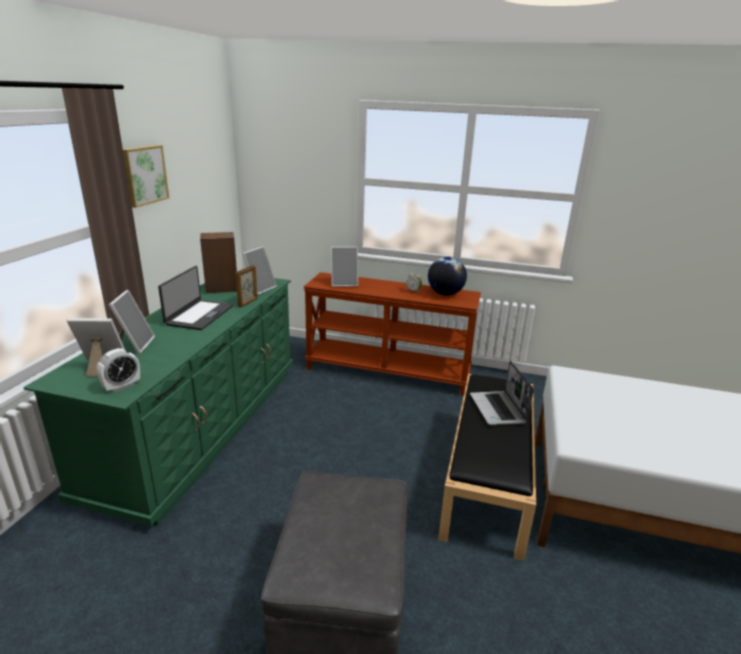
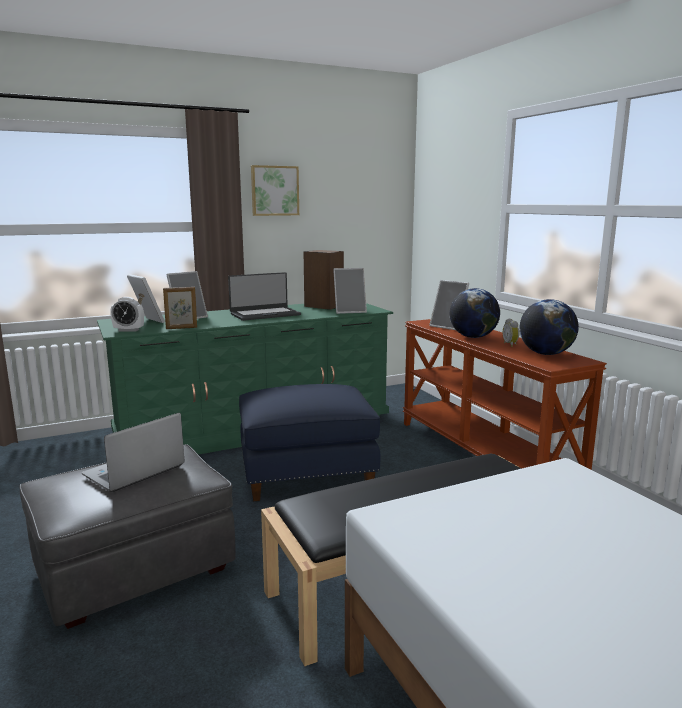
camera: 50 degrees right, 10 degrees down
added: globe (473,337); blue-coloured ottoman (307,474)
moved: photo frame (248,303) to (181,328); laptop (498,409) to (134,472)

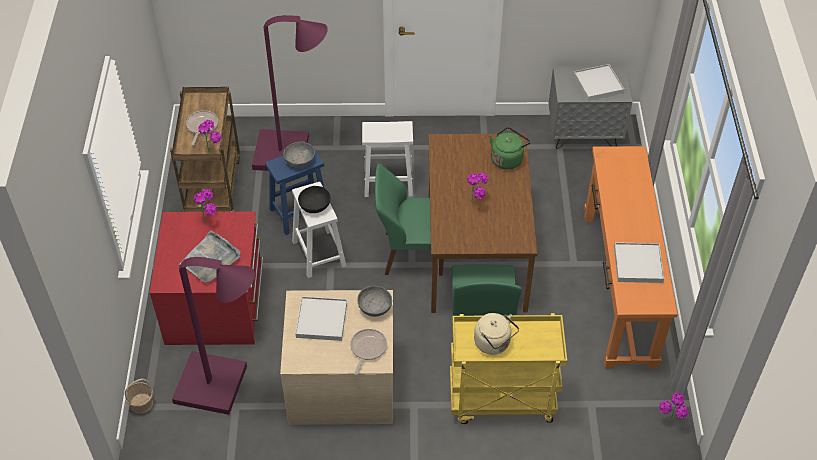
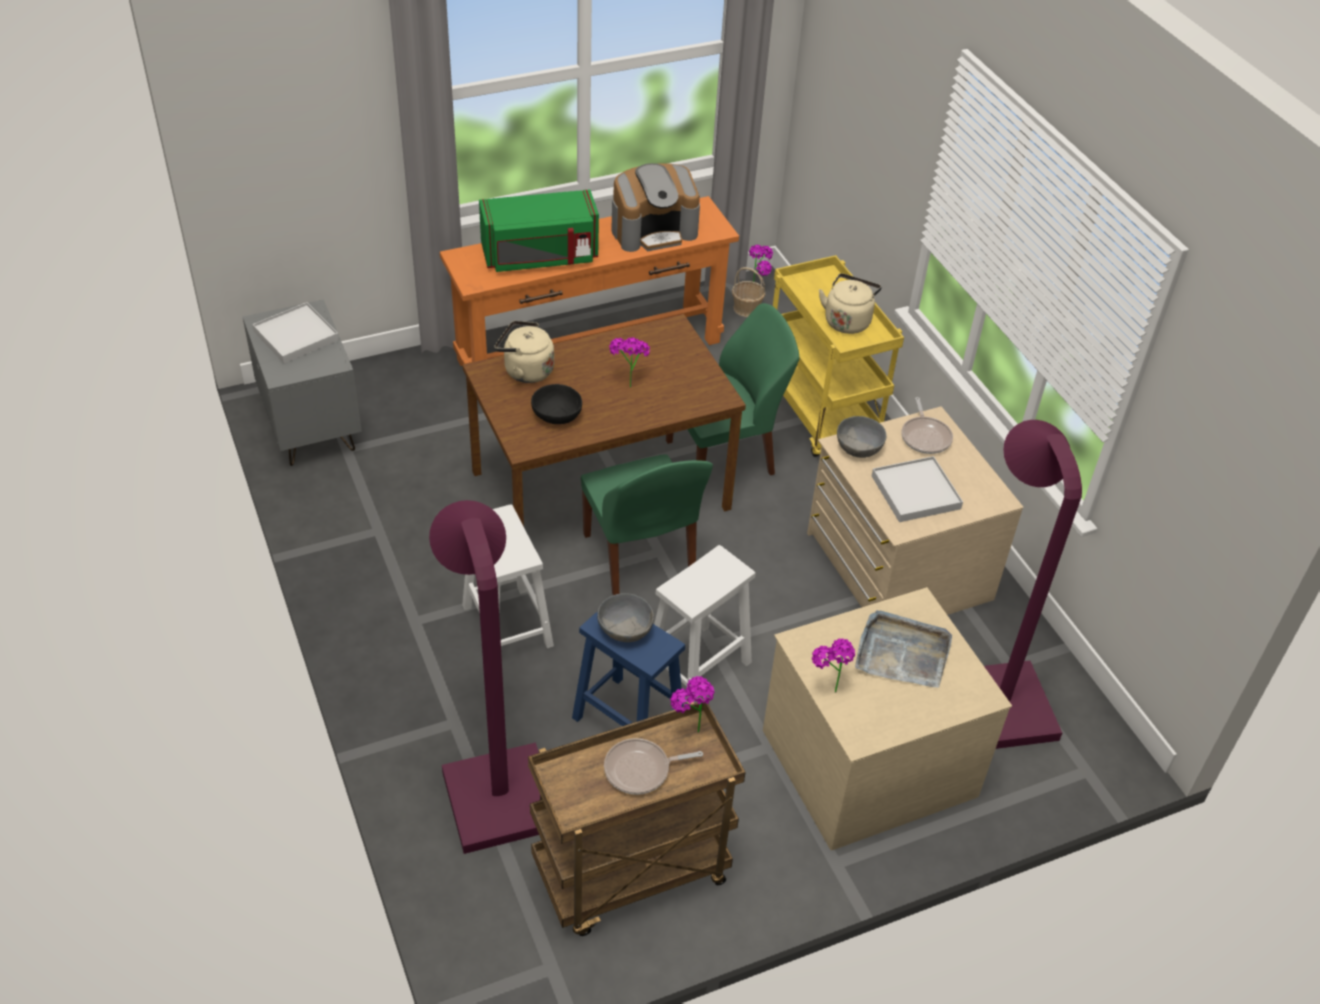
camera: 115 degrees left, 5 degrees down
added: green kitchen microwave (540,256)
moved: black bowl (315,206) to (557,415); household basket (141,403) to (746,308)
replaced: white-coloured serving tray (638,264) to coffee machine (653,230)
recoloured: green water kettle (507,159) to beige-coloured water kettle (525,370); reddish chest of drawers (216,304) to beige-coloured chest of drawers (867,760)
turned: frying pan (367,349) = (925,436) 90 degrees counterclockwise

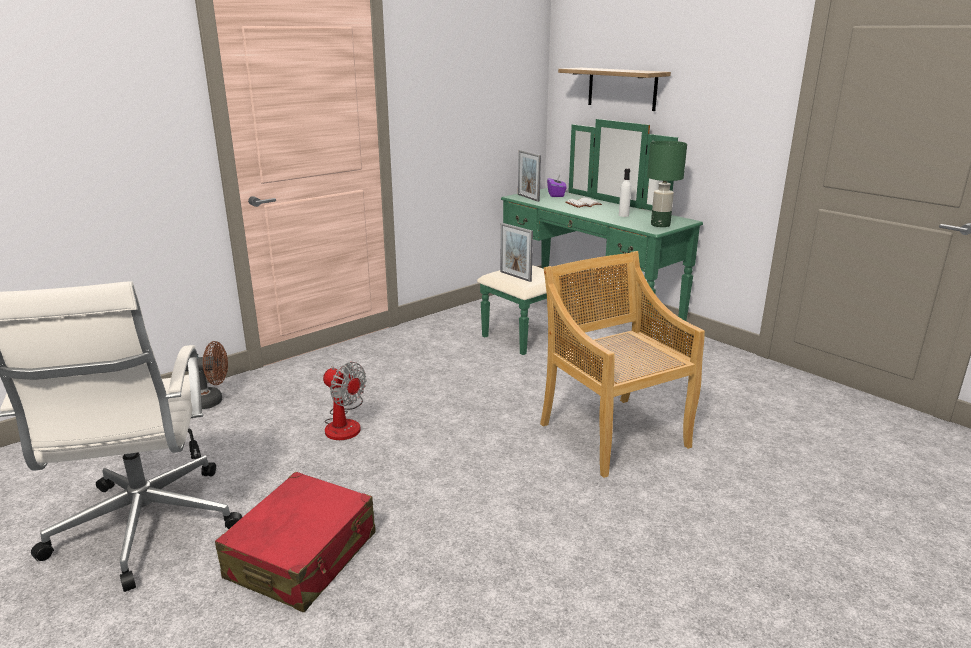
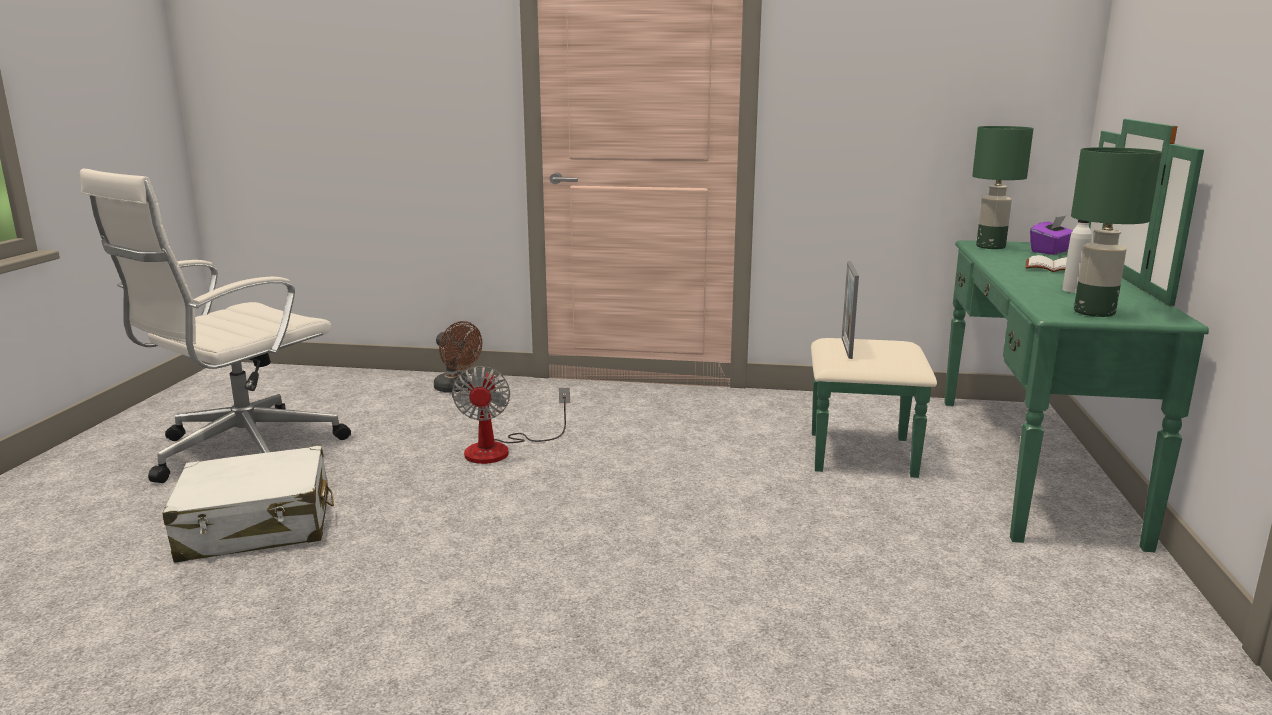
camera: 50 degrees right, 5 degrees down
removed: shelf (622,88); beige-coloured chair (612,434)
replaced: photo frame (528,198) to green lamp for a table (991,247)
recoloured: reddish piece of luggage (302,556) to white-coloured piece of luggage (257,526)

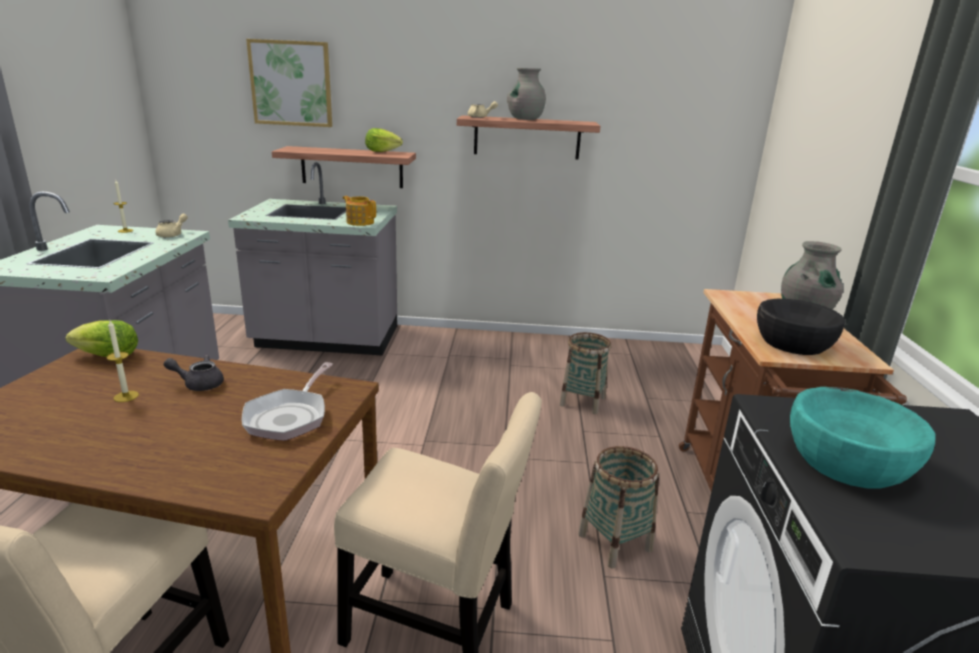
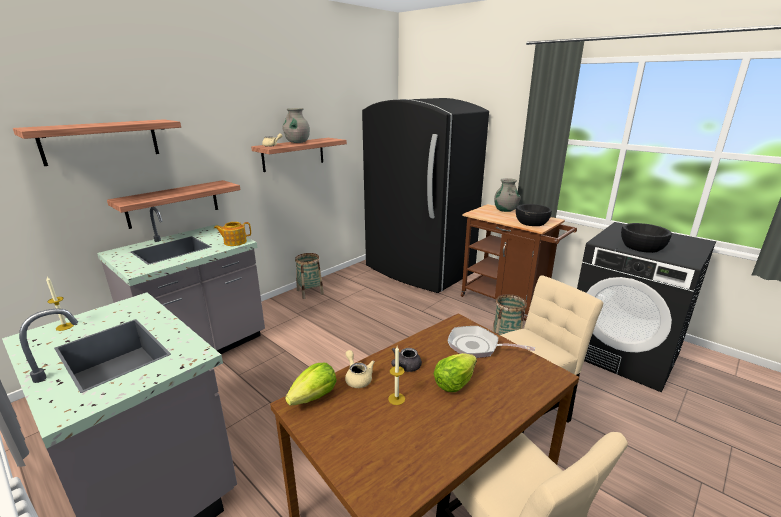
camera: 50 degrees left, 0 degrees up
added: black refrigerator (418,271)
moved: lettuce head (382,152) to (454,383); beige-coloured teapot (173,235) to (357,378); household basket (582,401) to (310,292)
replaced: wall art (291,83) to shelf (101,141)
recoloured: turquoise-coloured bowl (847,461) to black bowl (642,247)
turned: frying pan (289,416) = (477,347) 150 degrees clockwise

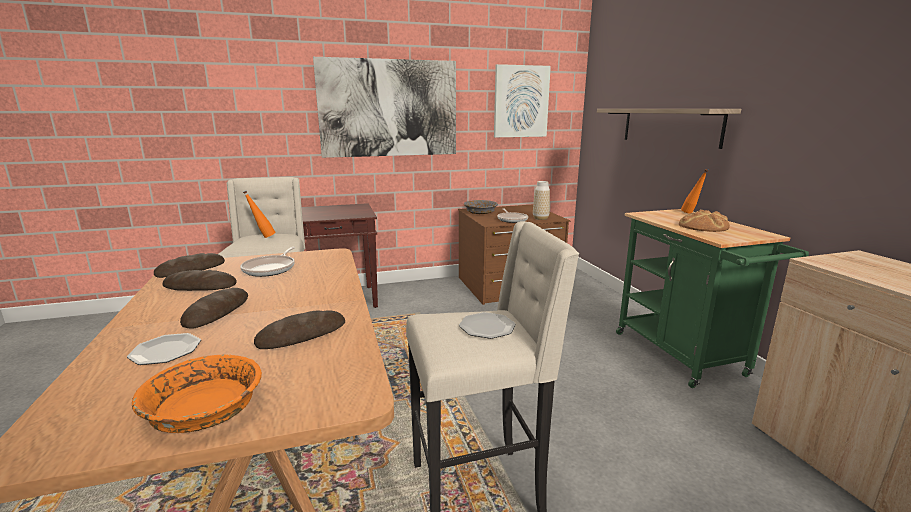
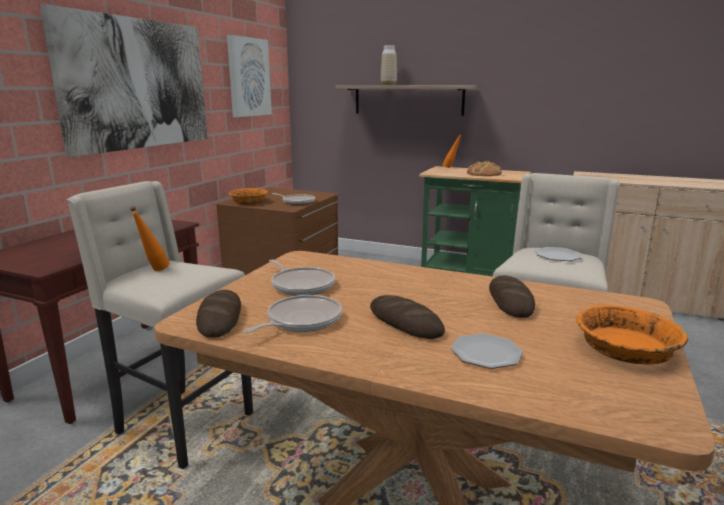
camera: 50 degrees left, 0 degrees up
moved: decorative vase (540,218) to (388,84)
replaced: bakery bread (200,286) to frying pan (301,320)
recoloured: greyish bowl (480,212) to orange bowl (249,202)

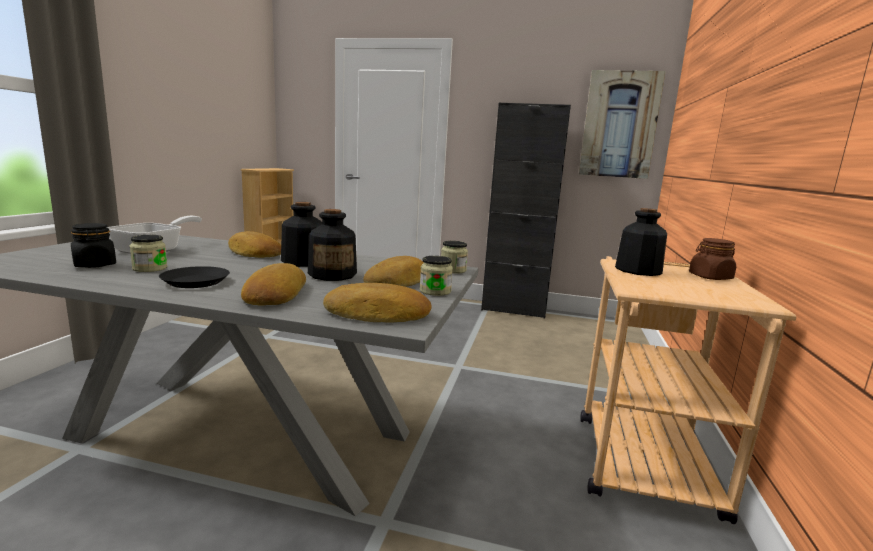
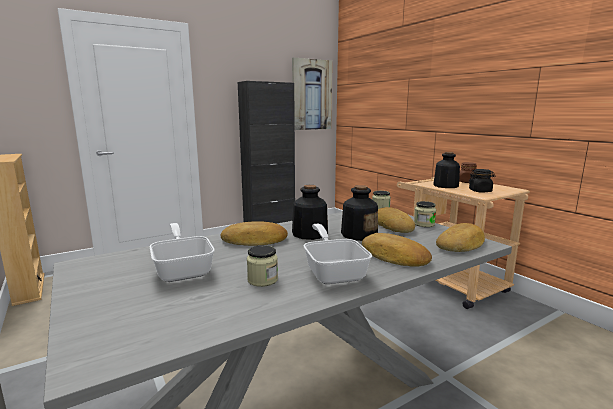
camera: 45 degrees left, 0 degrees up
moved: black storage jar (95,265) to (480,191)
replaced: black dinner plate (196,282) to frying pan (334,271)

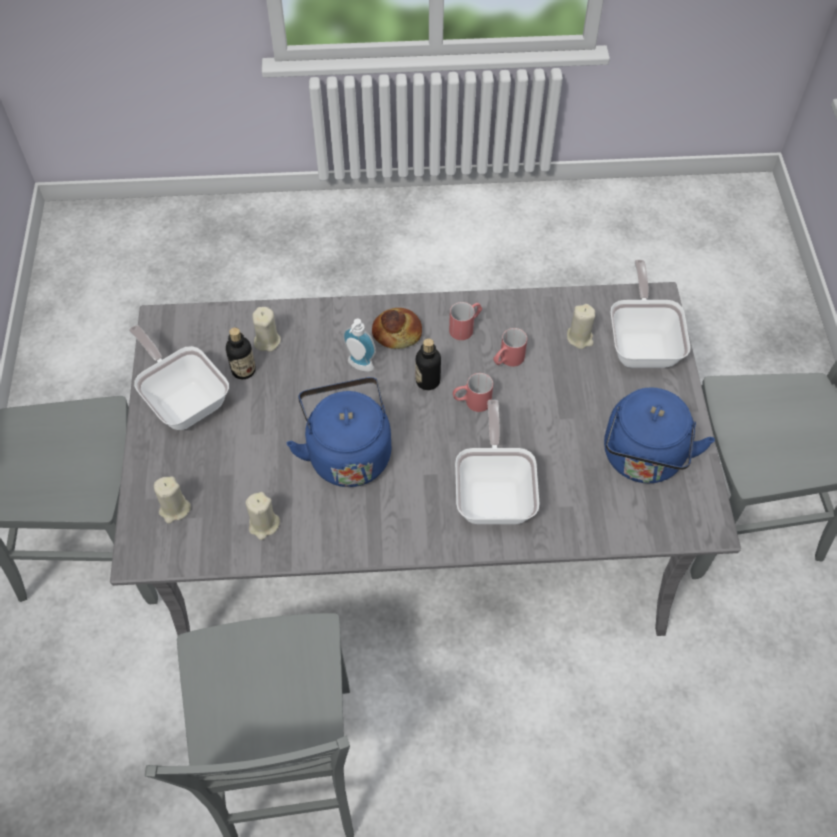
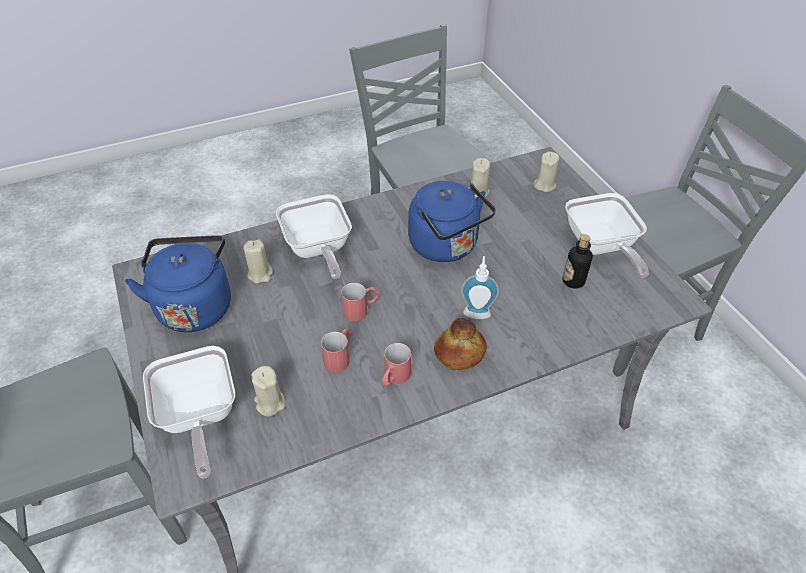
camera: 160 degrees right, 10 degrees down
removed: bottle (427,381)
moved: beige-coloured candle (267,341) to (260,274)
turned: frying pan (184,399) = (601,247) 45 degrees clockwise

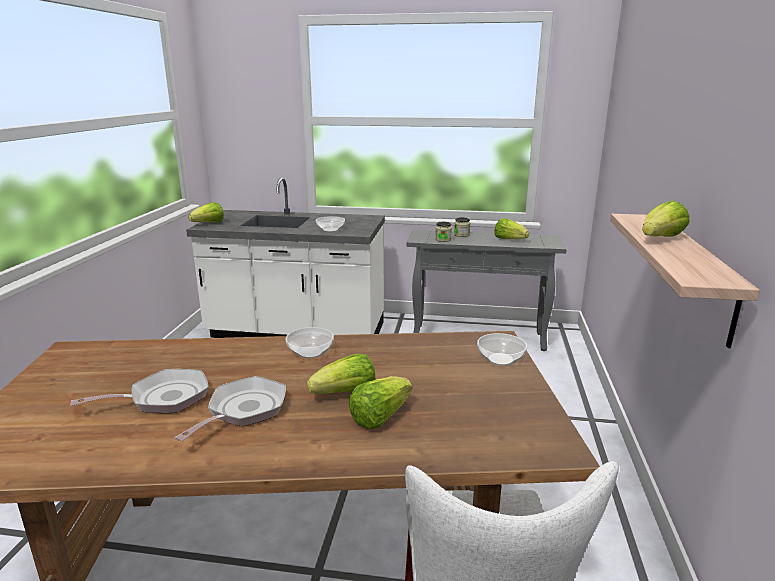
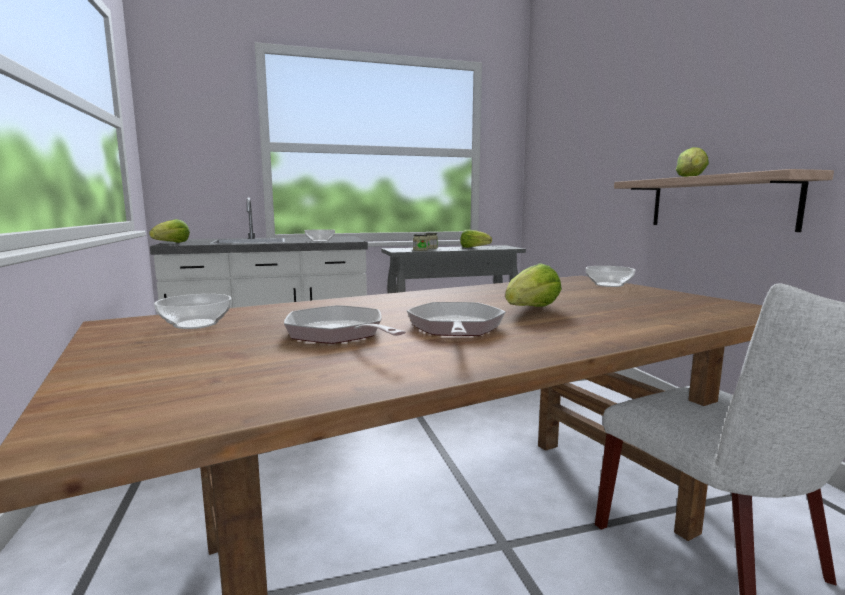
camera: 25 degrees left, 10 degrees down
removed: lettuce head (380,417)
moved: bowl (310,352) to (196,324)
turned: frying pan (163,398) = (339,334) 75 degrees counterclockwise

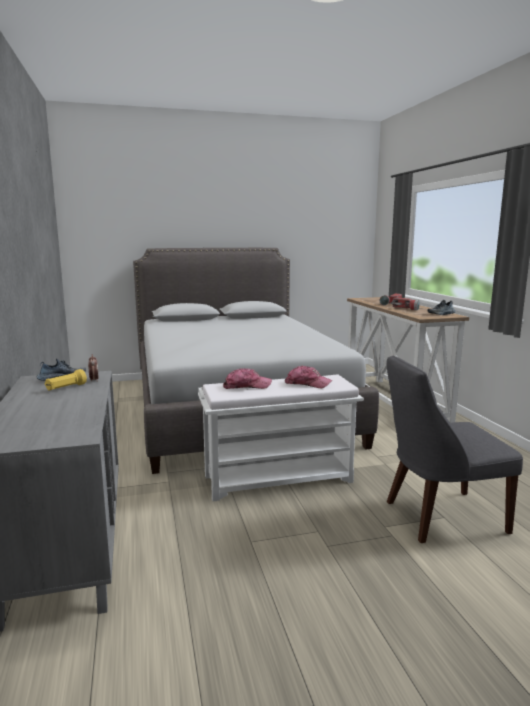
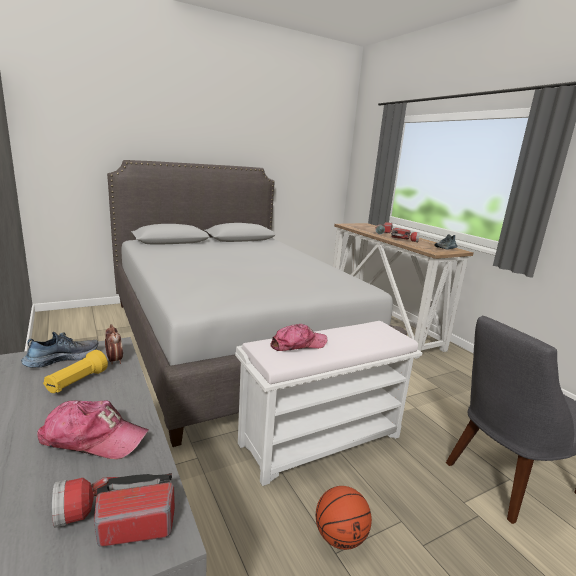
camera: 15 degrees left, 5 degrees up
added: hand torch (115,519); ball for basketball (340,537)
moved: cap (307,384) to (93,438)

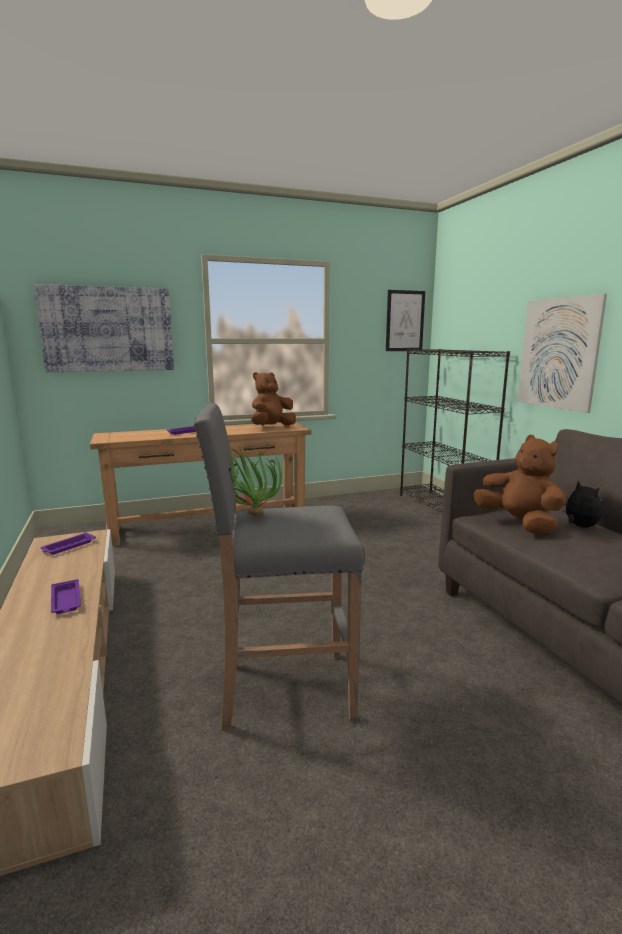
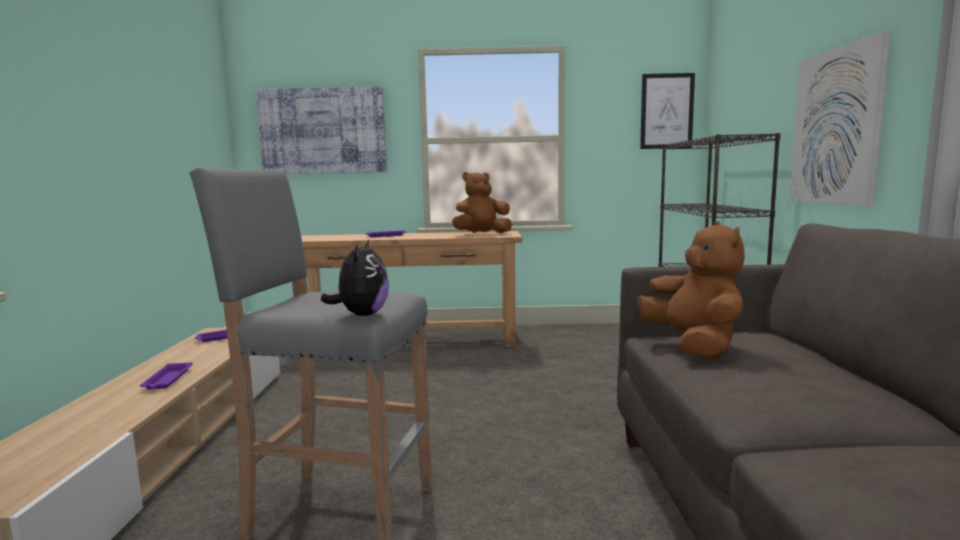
camera: 20 degrees right, 5 degrees down
removed: houseplant (248,516)
moved: plush toy (579,526) to (361,315)

